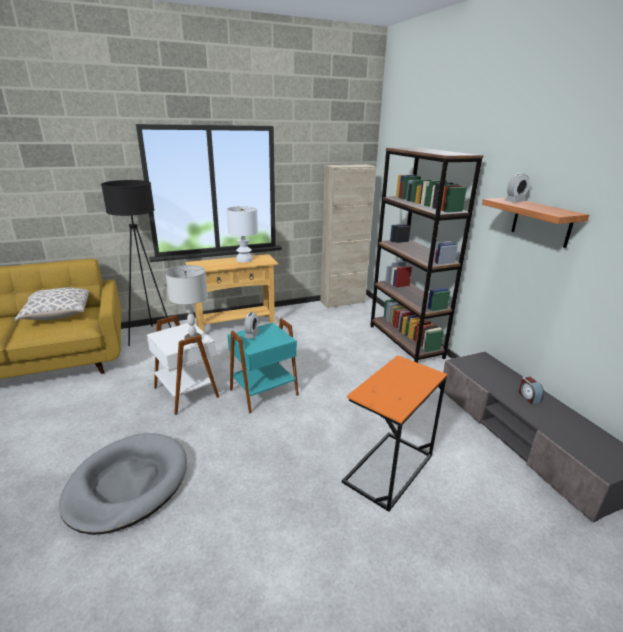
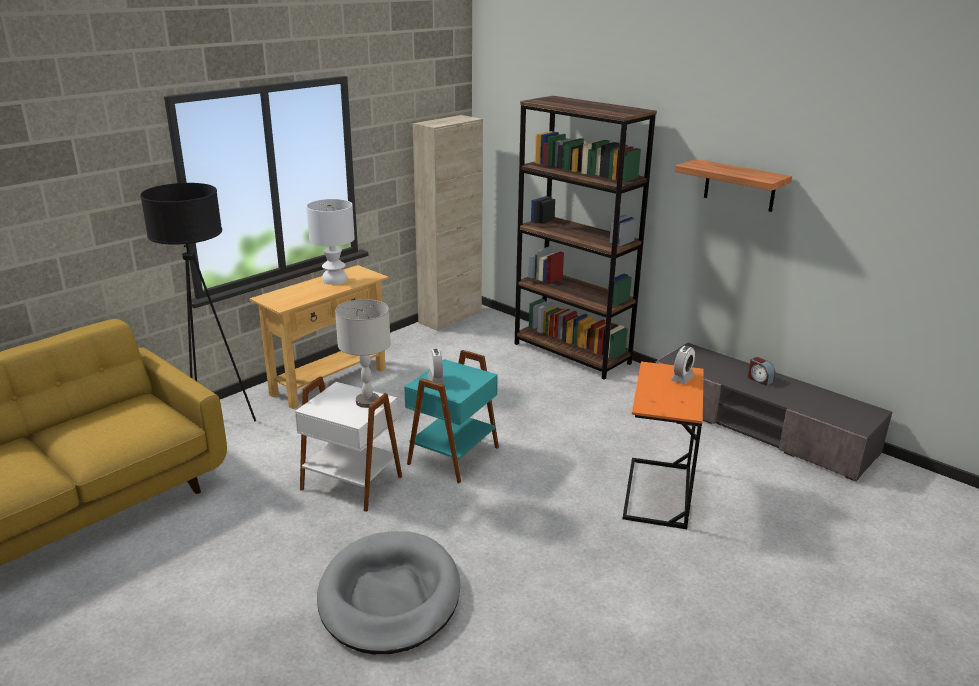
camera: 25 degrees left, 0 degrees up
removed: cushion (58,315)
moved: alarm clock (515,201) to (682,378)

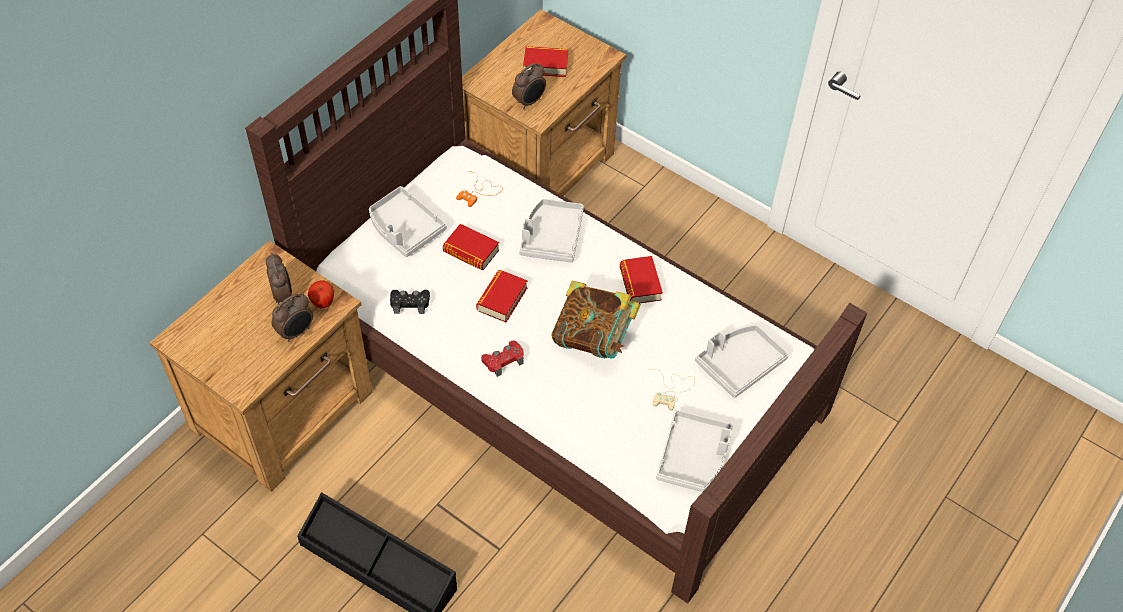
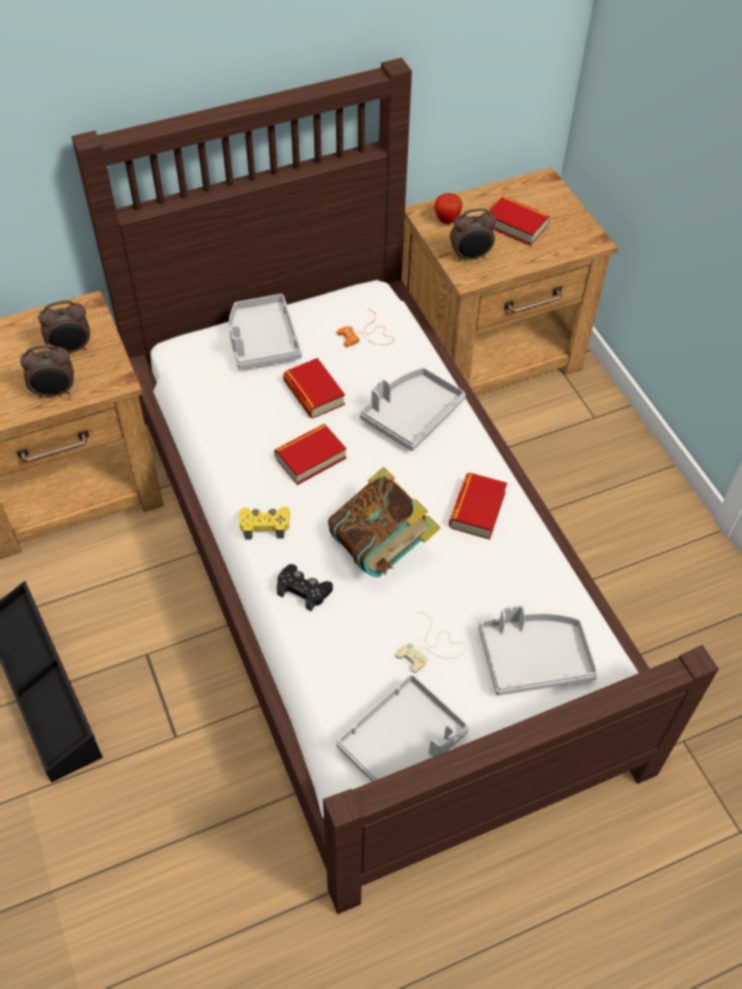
camera: 30 degrees right, 0 degrees up
moved: whole apple (323,303) to (447,221); black game controller (410,303) to (303,590)
recoloured: reddish game controller (503,360) to yellowish game controller (265,525)
turned: alarm clock (283,295) = (71,349) 60 degrees clockwise

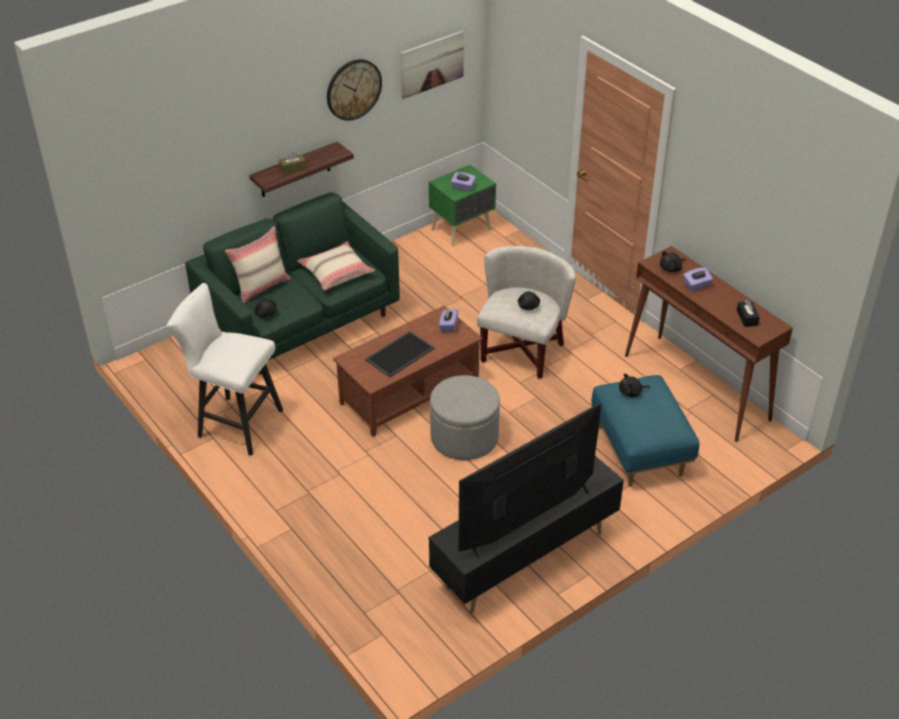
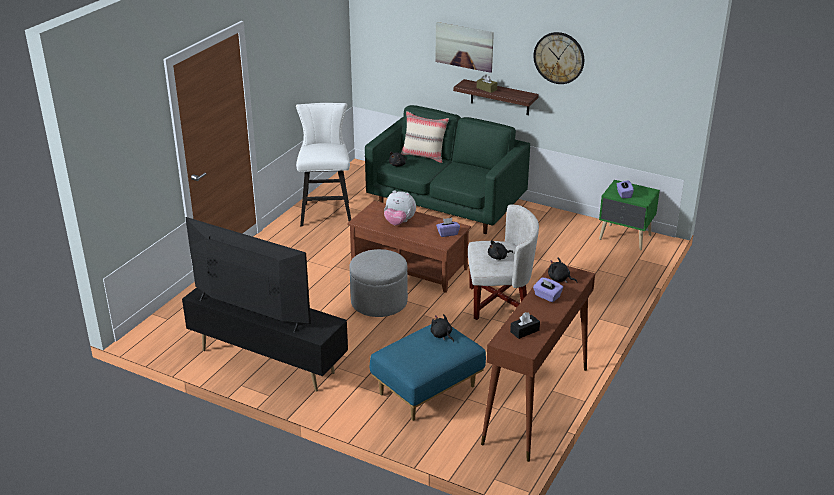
camera: 65 degrees right, 10 degrees down
removed: beige-coloured cushion (336,272)
moved: wall art (432,64) to (464,46)
replaced: serving tray (399,353) to plush toy (399,222)

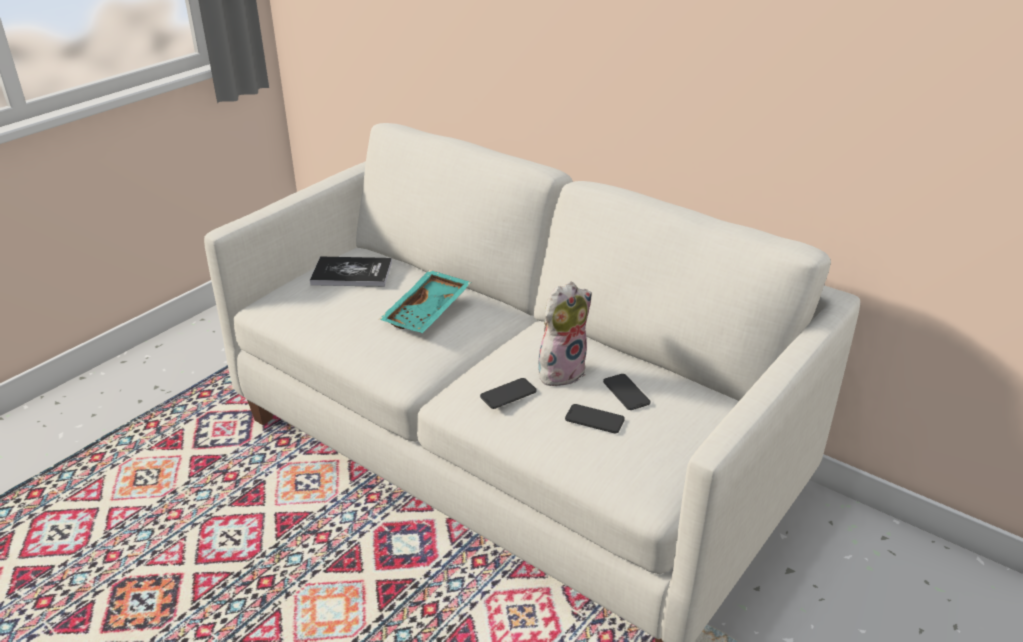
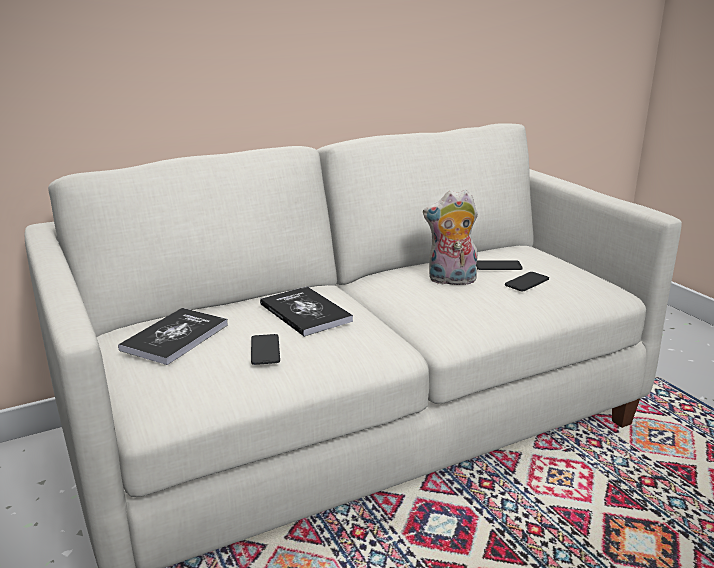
camera: 65 degrees left, 10 degrees down
moved: phone (508,394) to (265,350)
replaced: turquoise-coloured serving tray (428,312) to volume (305,312)
turned: plush toy (561,371) = (451,281) 75 degrees counterclockwise

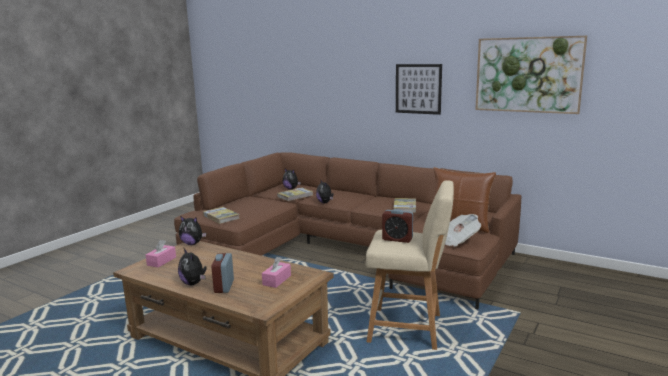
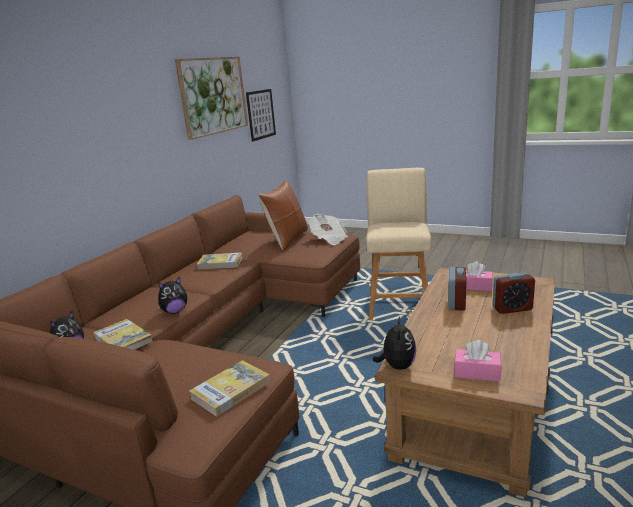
camera: 95 degrees left, 5 degrees up
removed: plush toy (193,283)
moved: wall art (418,89) to (261,114); alarm clock (397,239) to (456,303)

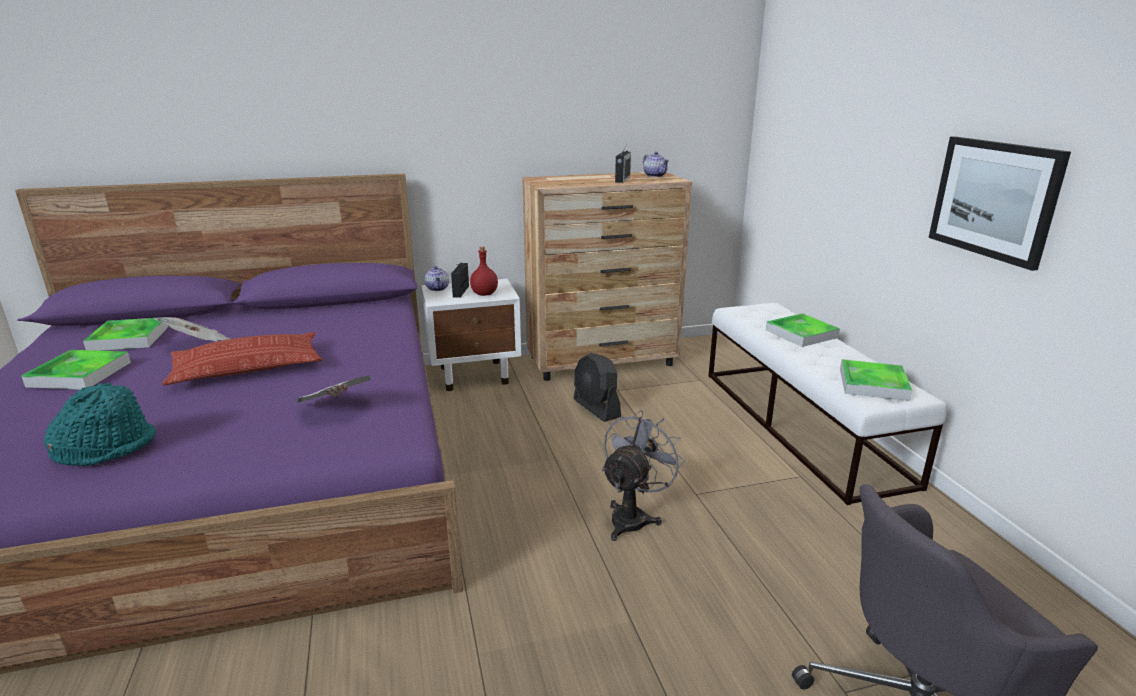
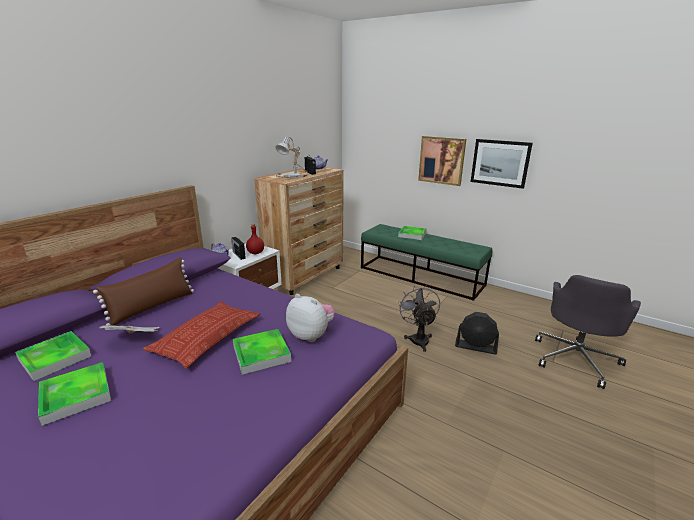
camera: 40 degrees left, 0 degrees up
removed: turquoise-coloured wearable hat (106,447)
added: wall art (441,160); lamp for a table (293,175); brown-coloured cushion (152,307)
moved: black fan (596,408) to (476,347); serving tray (873,384) to (261,354)
replaced: printed paper (336,408) to plush toy (311,335)
recoloured: white-coloured bench (801,425) to green bench (421,276)

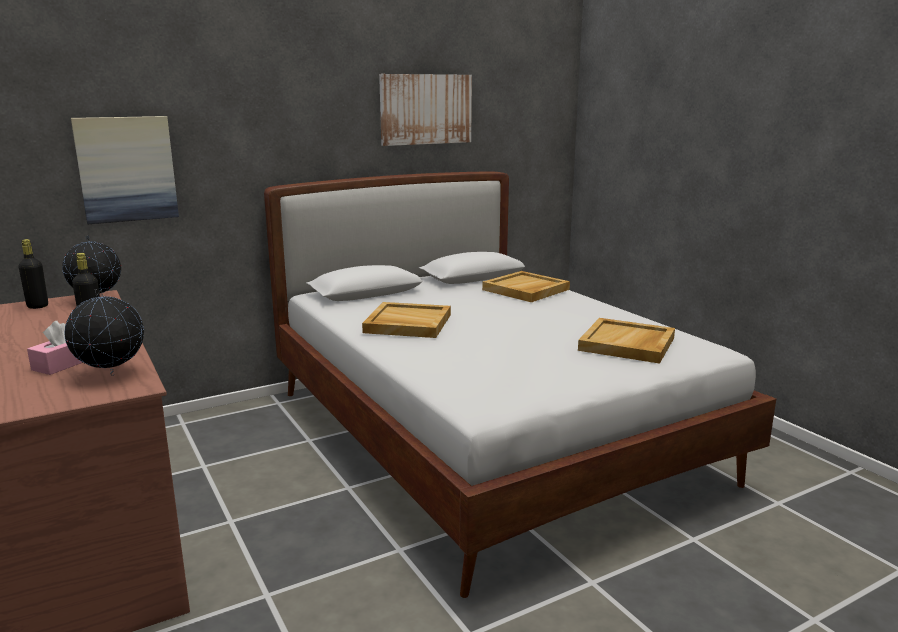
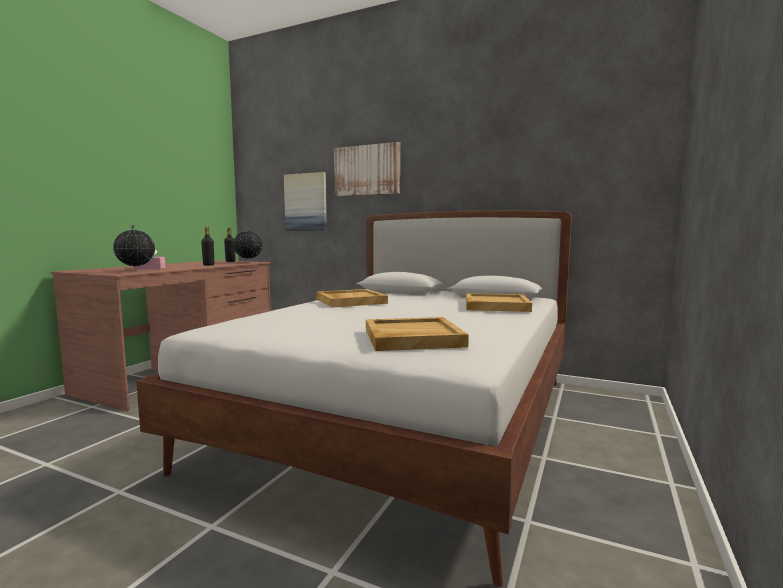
camera: 55 degrees right, 10 degrees down
moved: wall art (425,109) to (367,170)

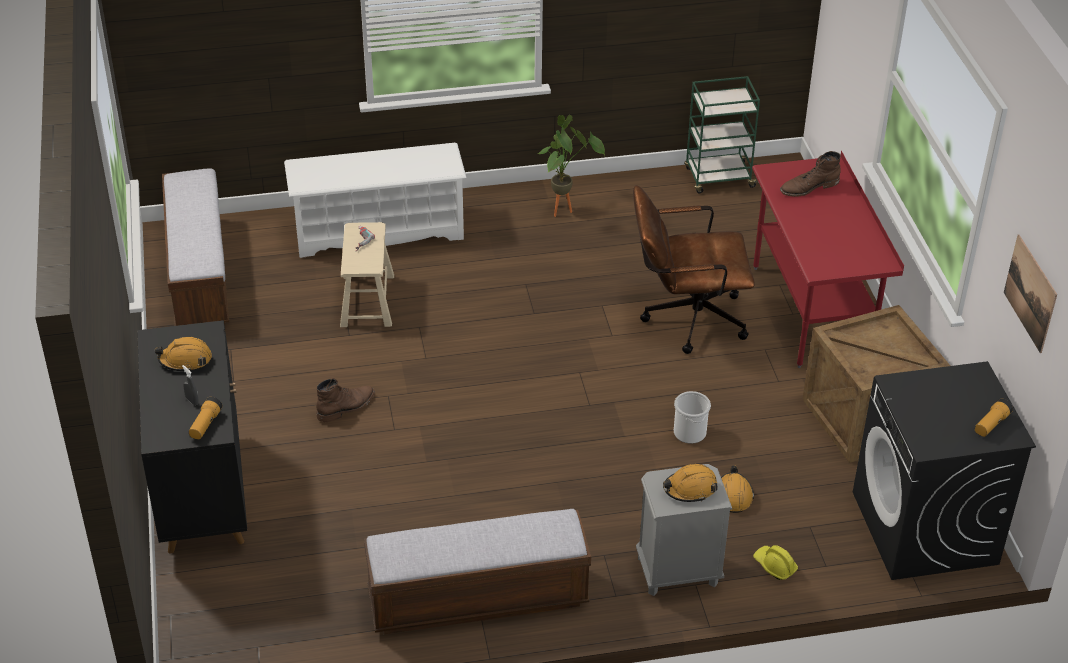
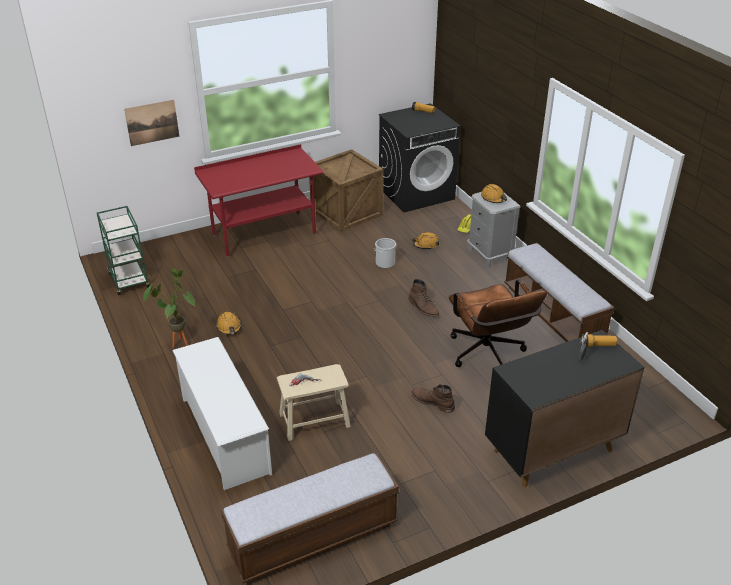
camera: 105 degrees left, 5 degrees down
moved: brown-coloured tall boot (809,187) to (423,308); brown-coloured computer chair (685,318) to (488,356); wall art (1030,293) to (152,122); orange work helmet (185,360) to (229,327)

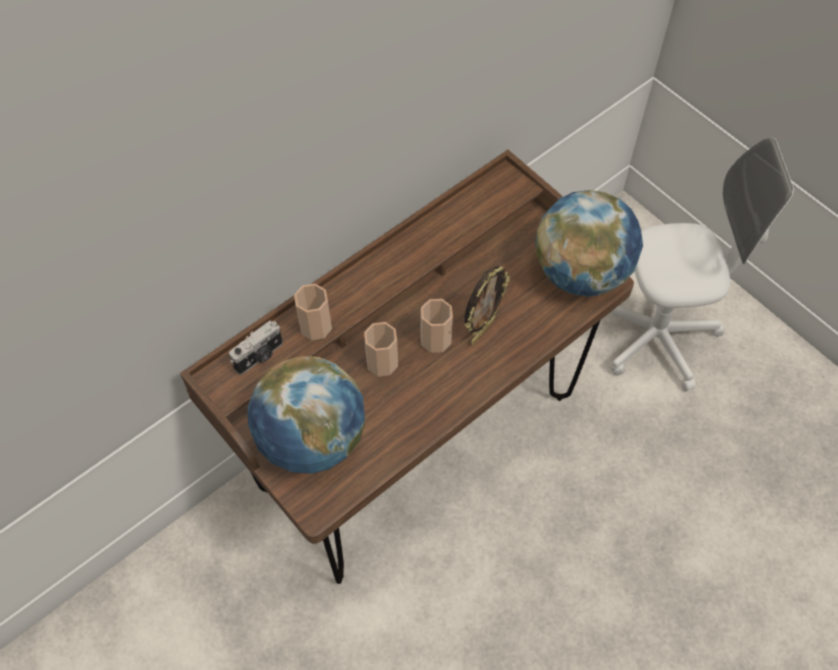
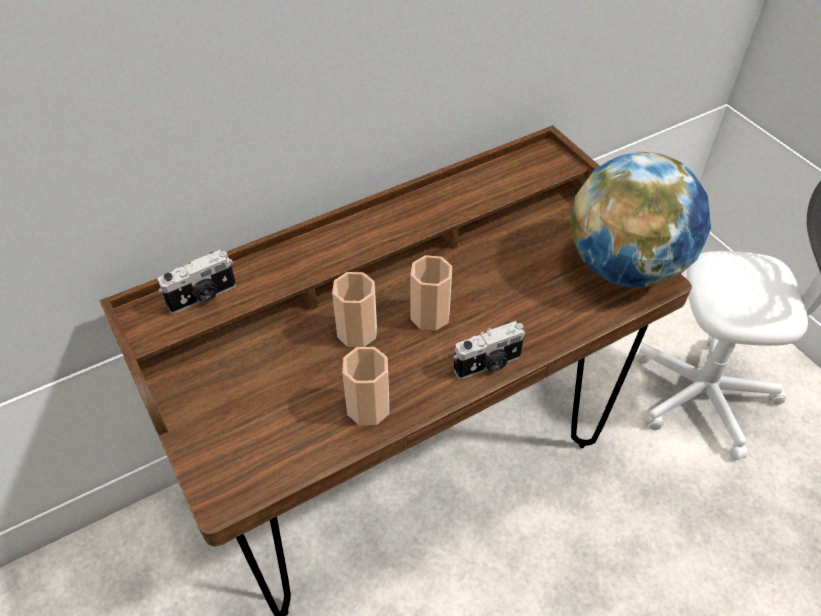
camera: 10 degrees right, 10 degrees down
removed: photo frame (482,331); globe (312,440)
added: photo camera (488,364)
moved: small cup (315,326) to (368,407)

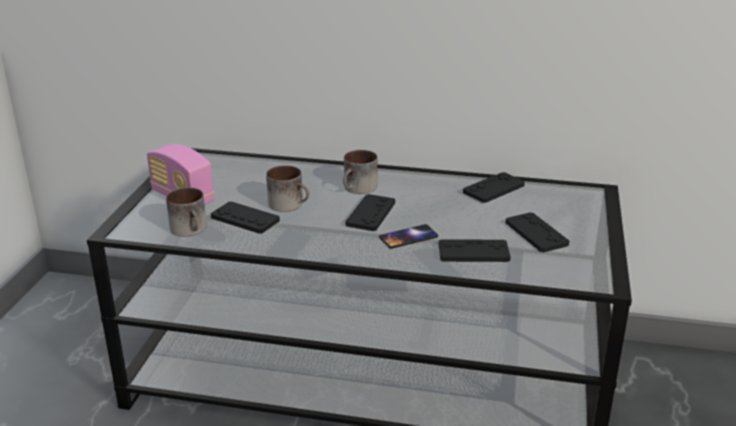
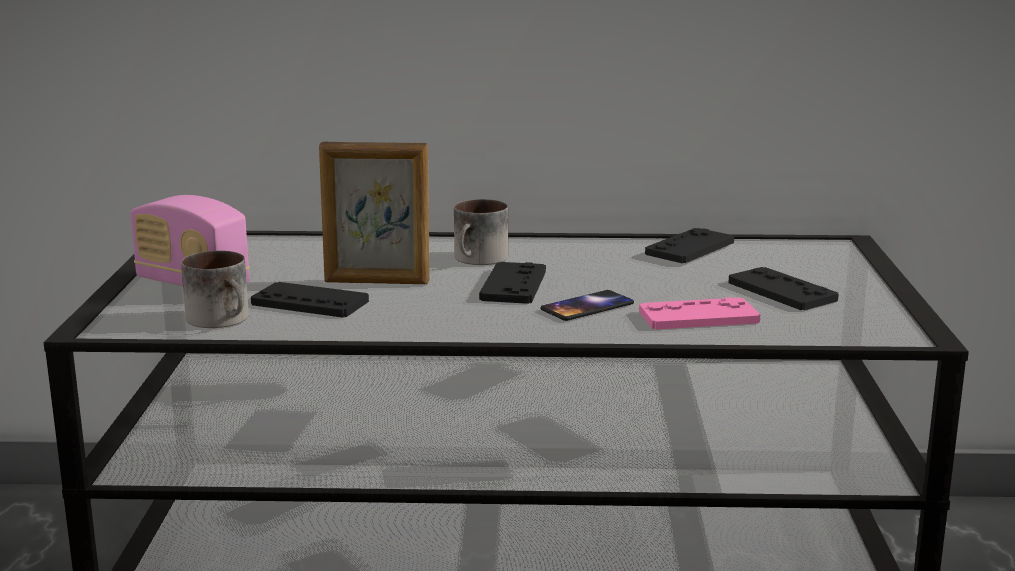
camera: 10 degrees left, 10 degrees down
replaced: coffee mug (290,204) to photo frame (377,282)
recoloured: black game controller (473,252) to pink game controller (698,317)

